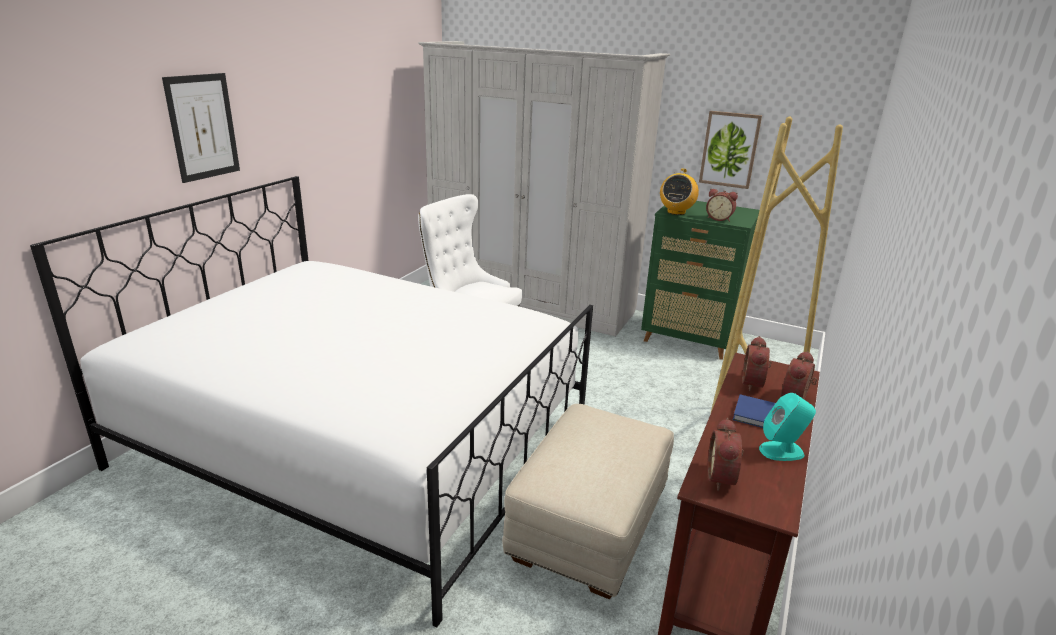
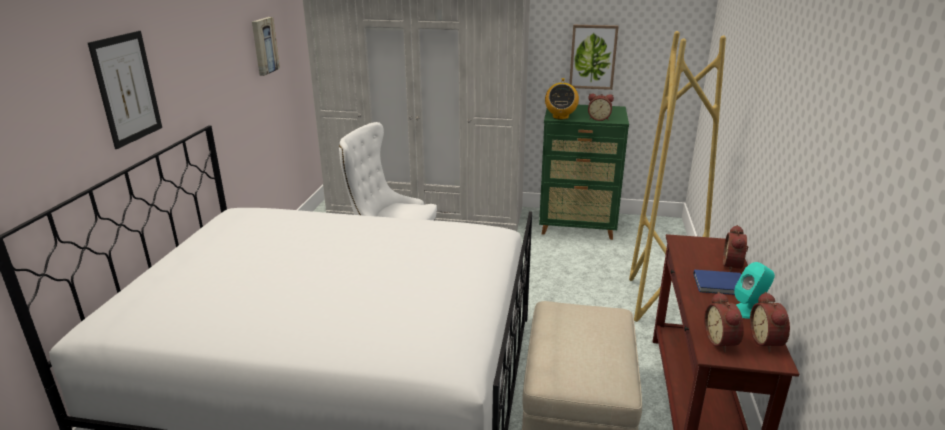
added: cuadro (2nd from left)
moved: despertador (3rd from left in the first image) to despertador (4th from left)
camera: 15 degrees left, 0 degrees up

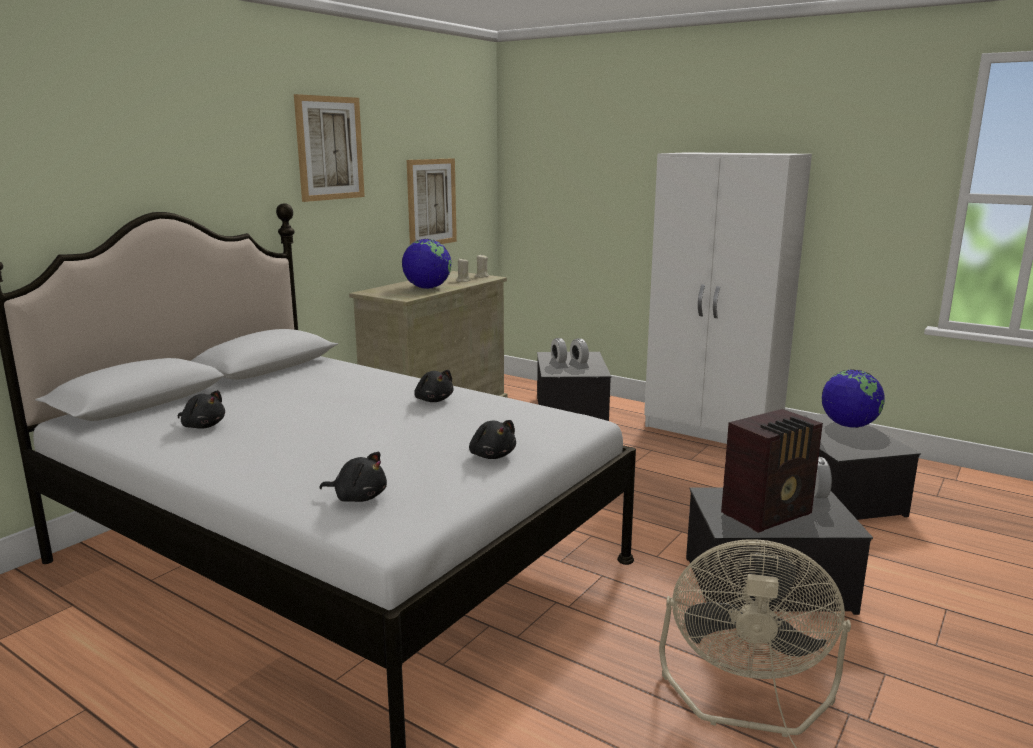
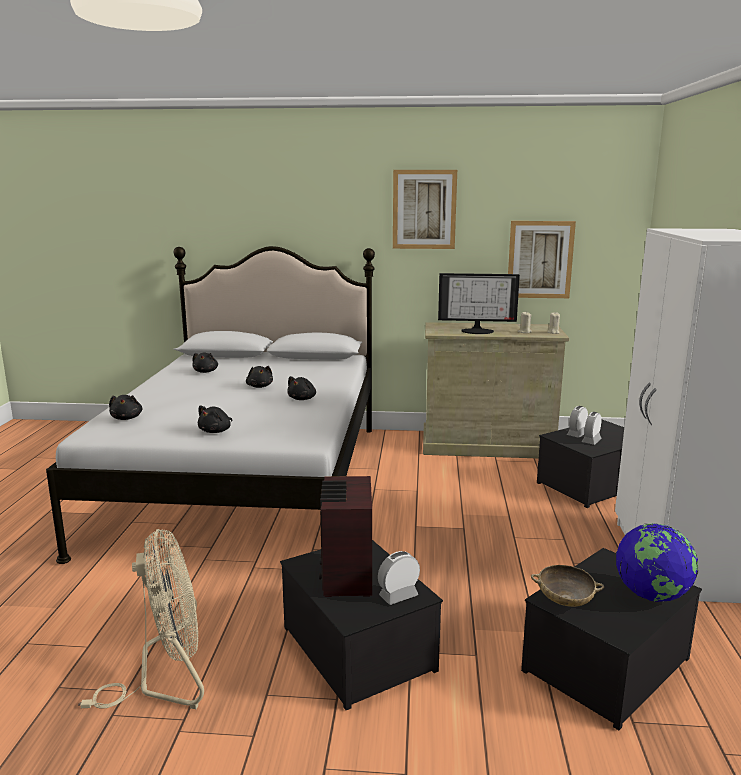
added: peluche (negro) (4th from left); cuenco (beis)
replaced: globo terráqueo (1st from left) to monitor
turned: radio 60 degrees clockwise
camera: 60 degrees right, 0 degrees up

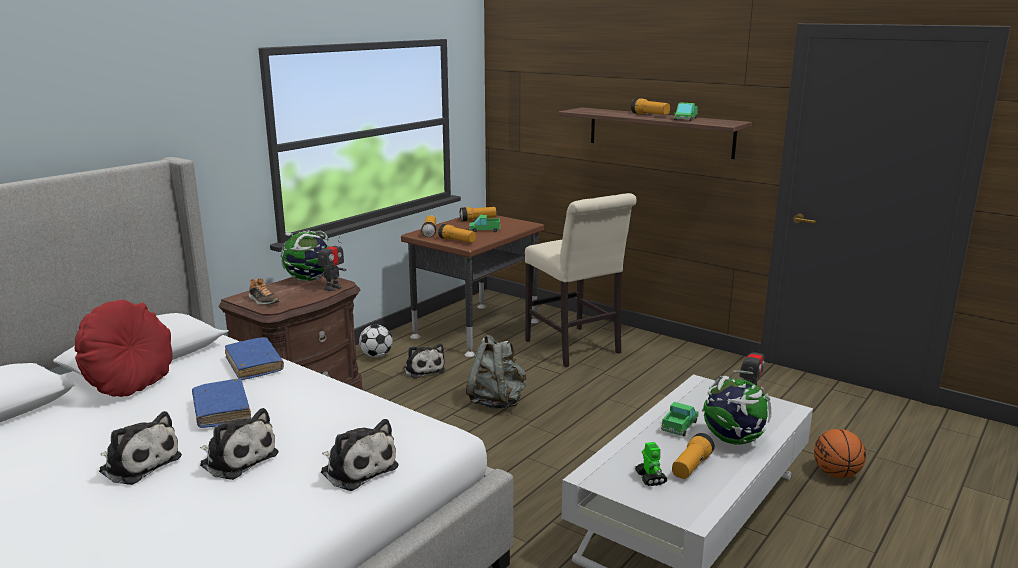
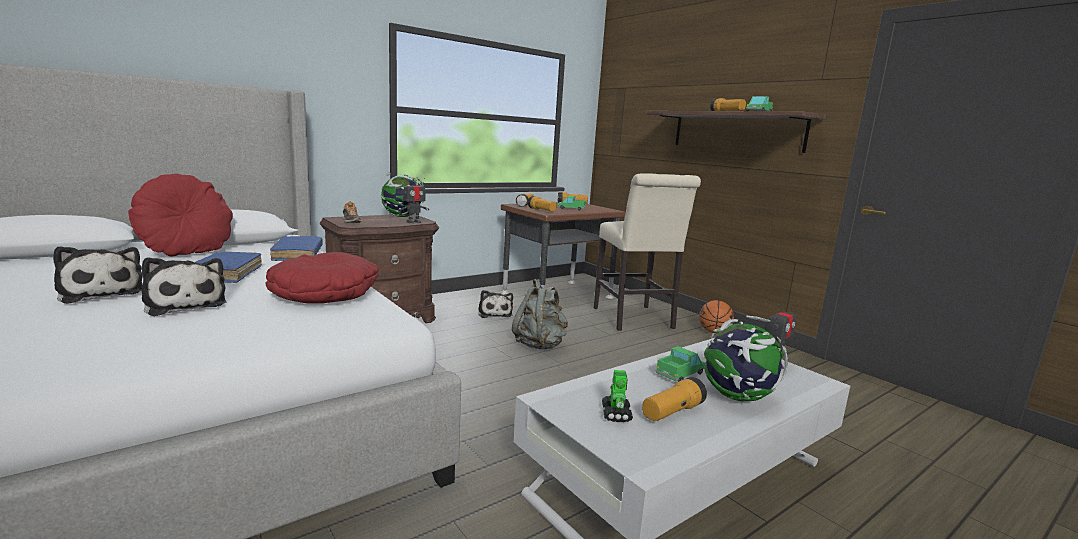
removed: peluche (3rd from left); balón de fútbol
added: cojín (rojo) (2nd from left)
moved: balón de baloncesto
camera: 15 degrees right, 5 degrees down

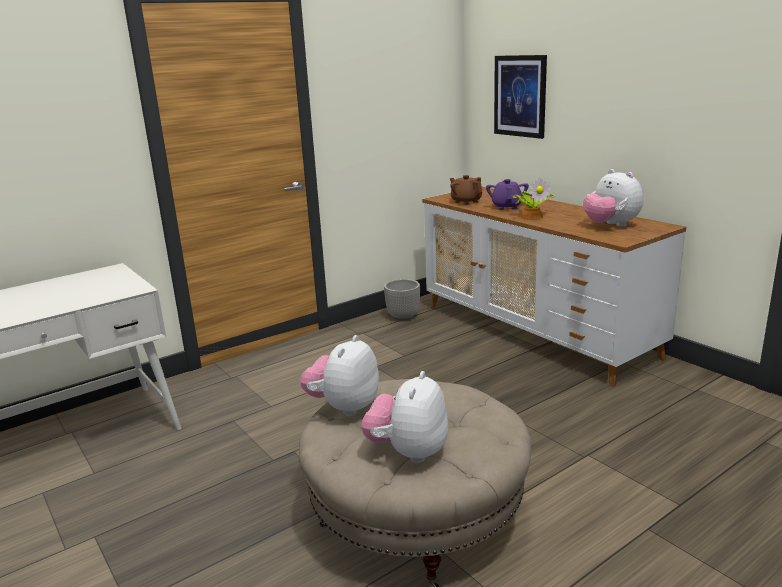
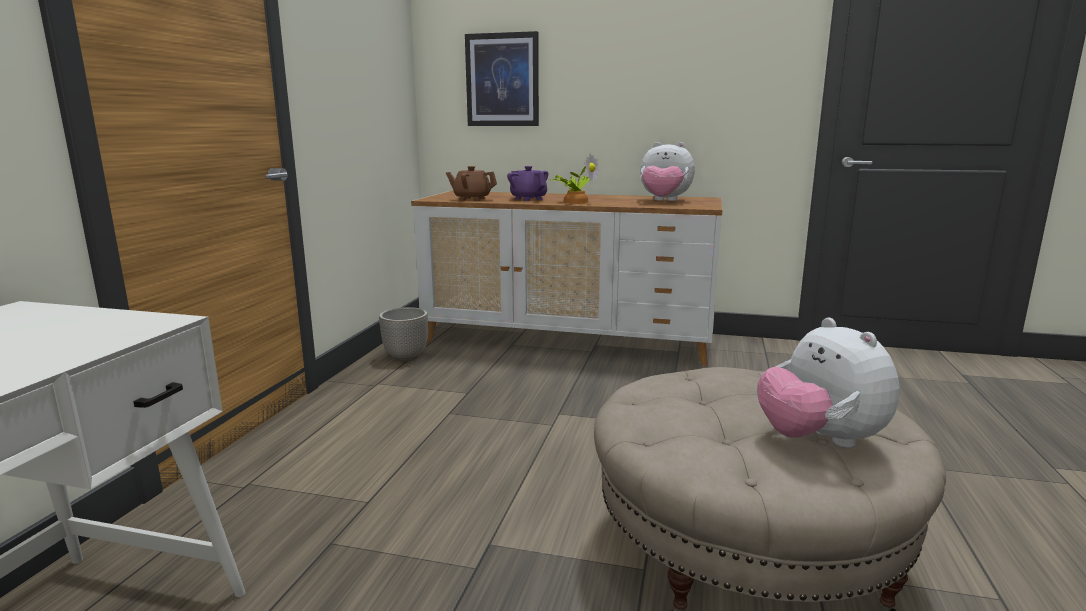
removed: peluche (1st from left)
camera: 40 degrees left, 5 degrees down

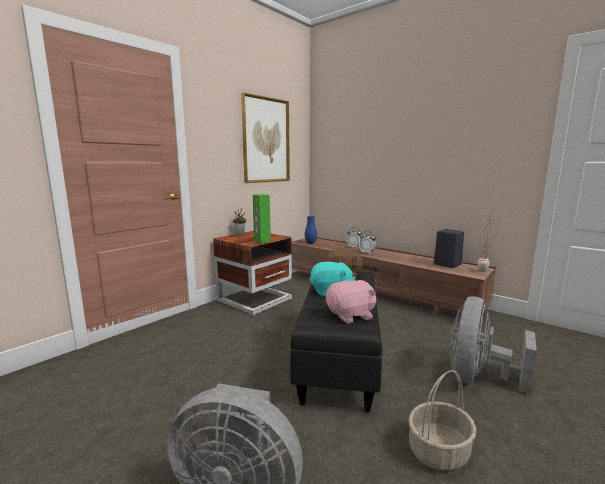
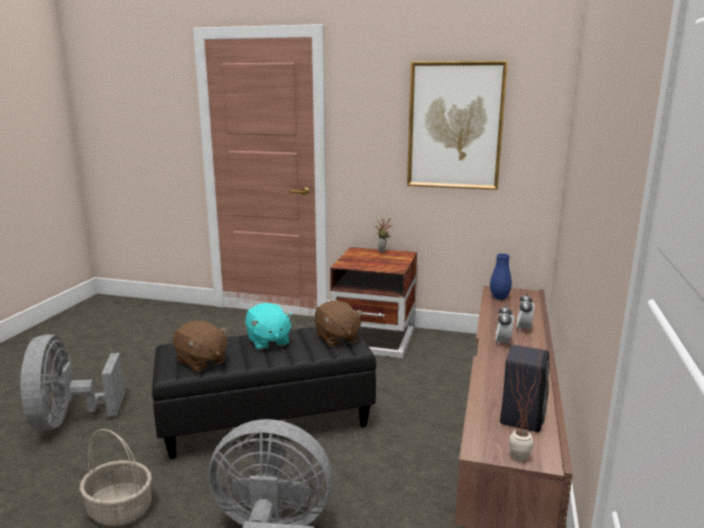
removed: altavoz (verde)
recoloured: peluche (rosa) to peluche (marrón) (1st from left)
camera: 65 degrees right, 5 degrees up

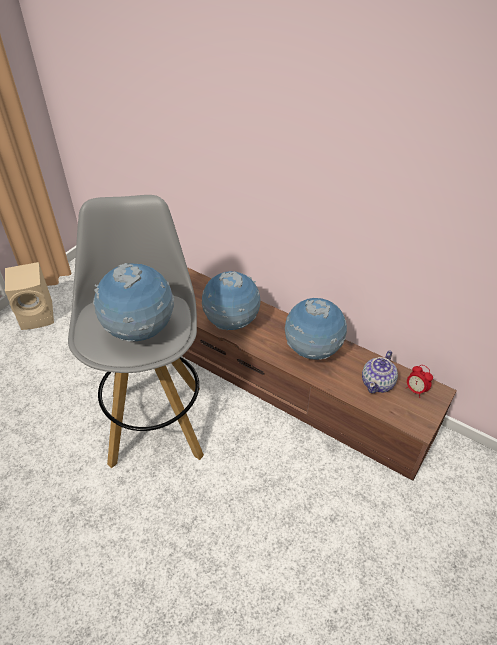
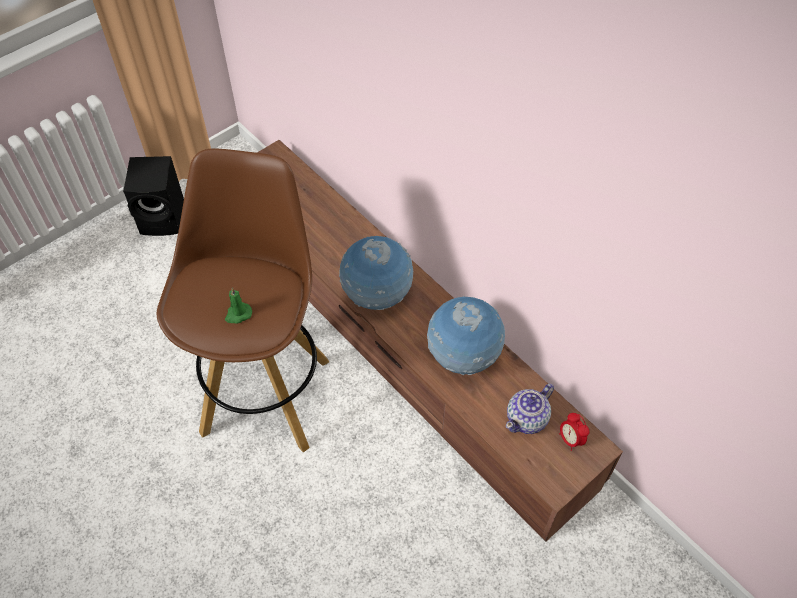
replaced: globo terráqueo (1st from left) to vela (verde)
recoloured: altavoz (beis) to altavoz (negro); taburete (gris) to taburete (marrón)
camera: 15 degrees right, 10 degrees up

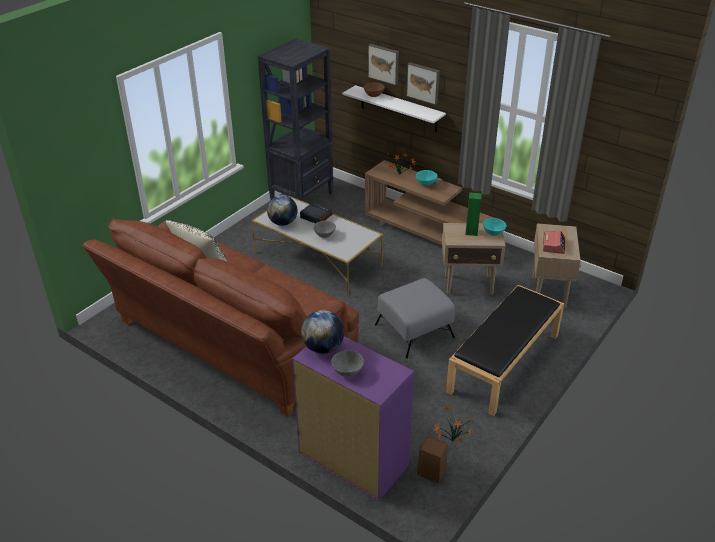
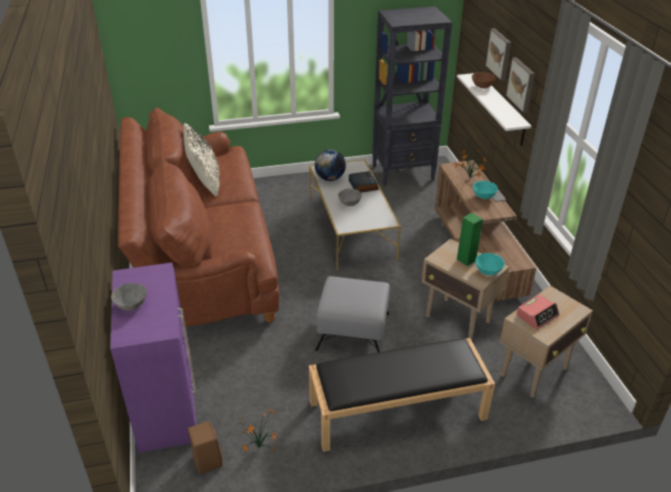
removed: globo terráqueo (2nd from left)
camera: 40 degrees right, 0 degrees up

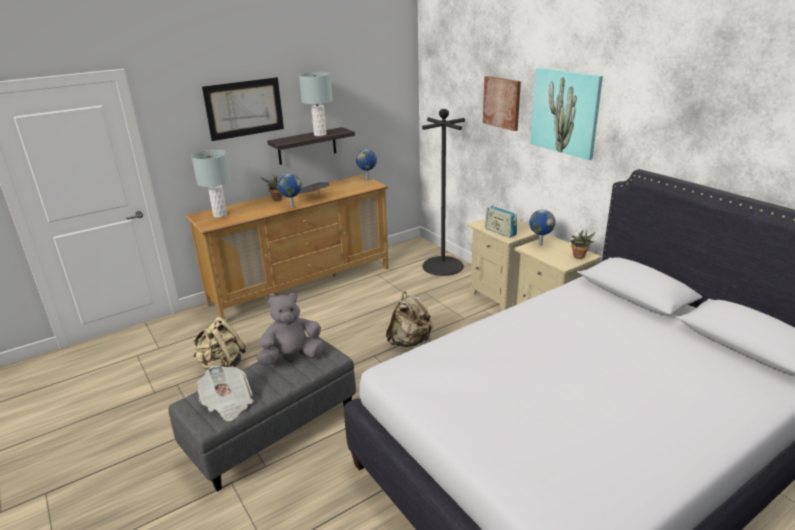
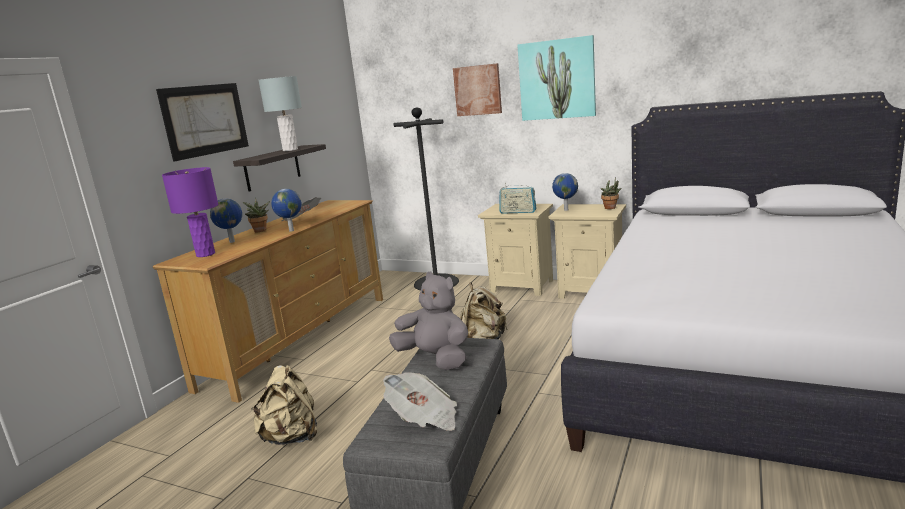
moved: globo terráqueo (2nd from left in the first image) to globo terráqueo (1st from left)
recoloured: lámpara de mesa (gris) (1st from left) to lámpara de mesa (morado)
turned: peluche (gris) 90 degrees clockwise
camera: 30 degrees left, 10 degrees down

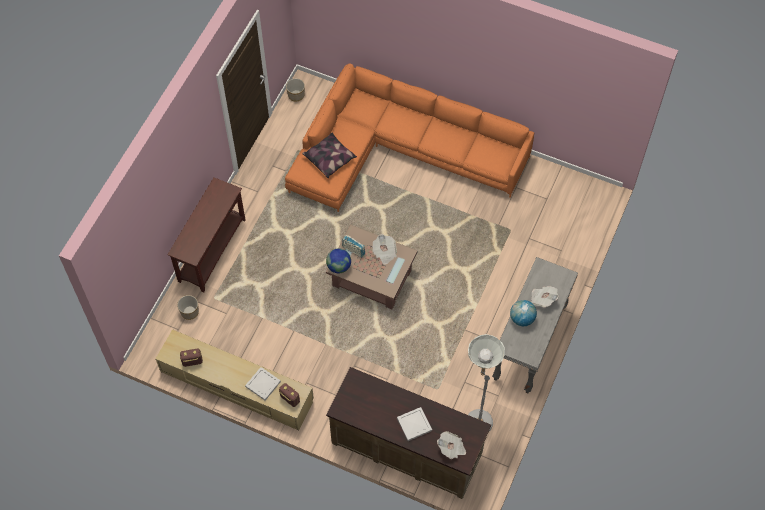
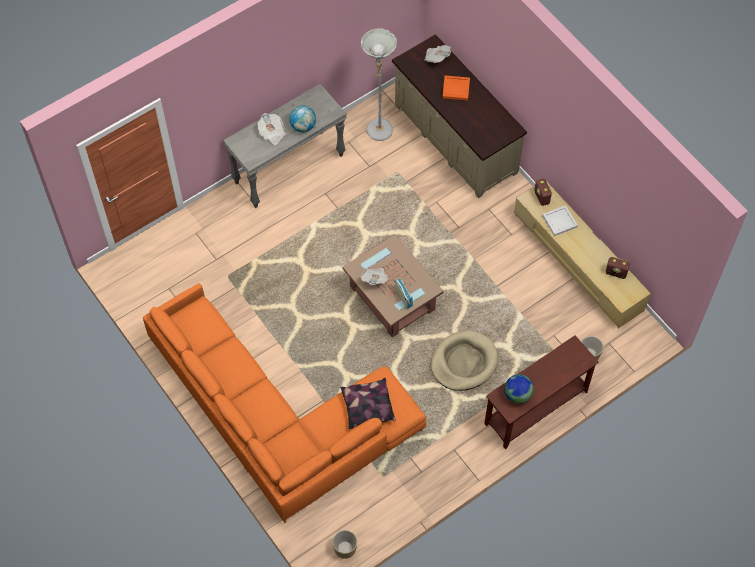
added: cama para perro (beis)
moved: globo terráqueo (1st from left in the first image) to globo terráqueo (2nd from left)
recoloured: bandeja (blanco) (2nd from left) to bandeja (naranja)
camera: 150 degrees left, 0 degrees up

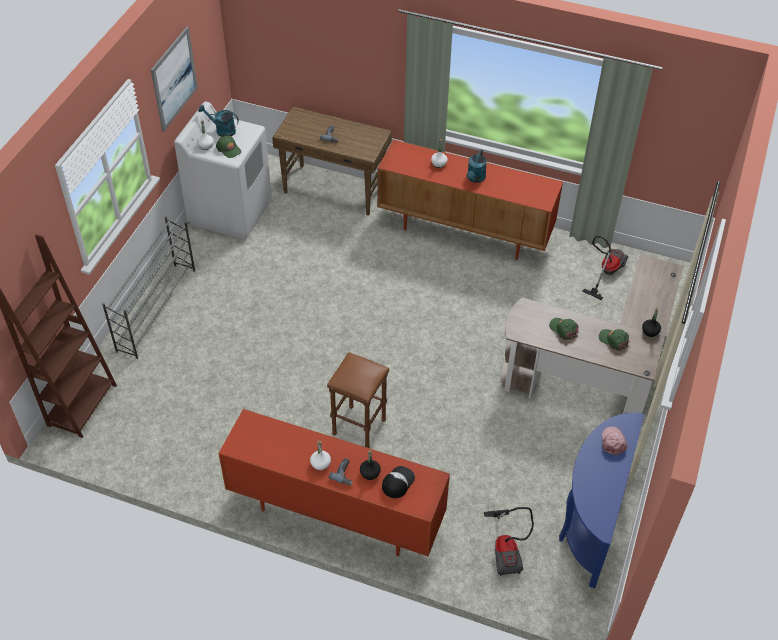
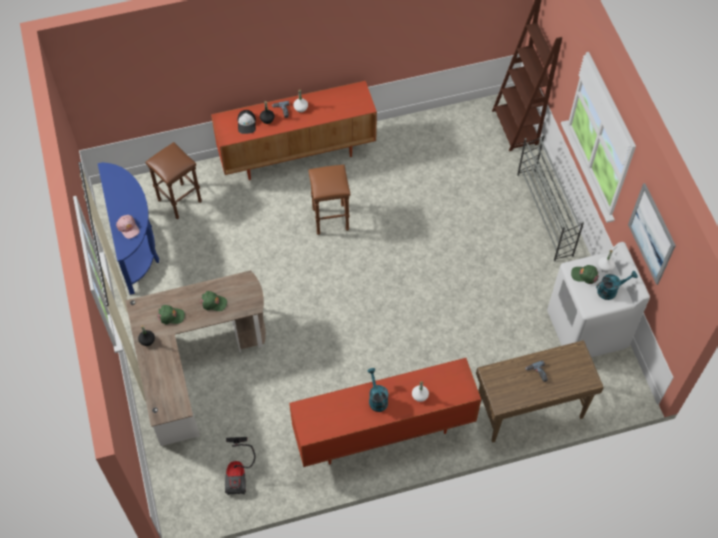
replaced: aspiradora (1st from left) to taburete (marrón) (1st from left)
camera: 145 degrees right, 10 degrees up

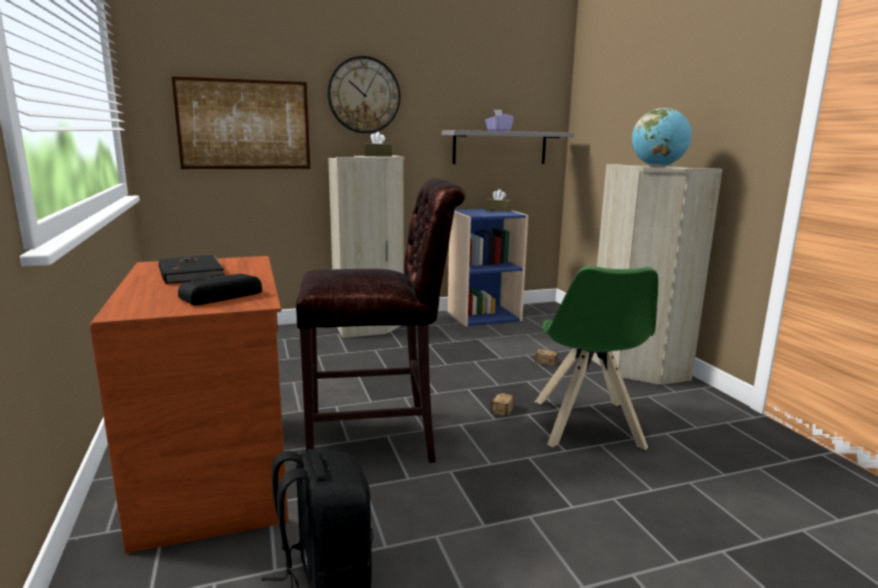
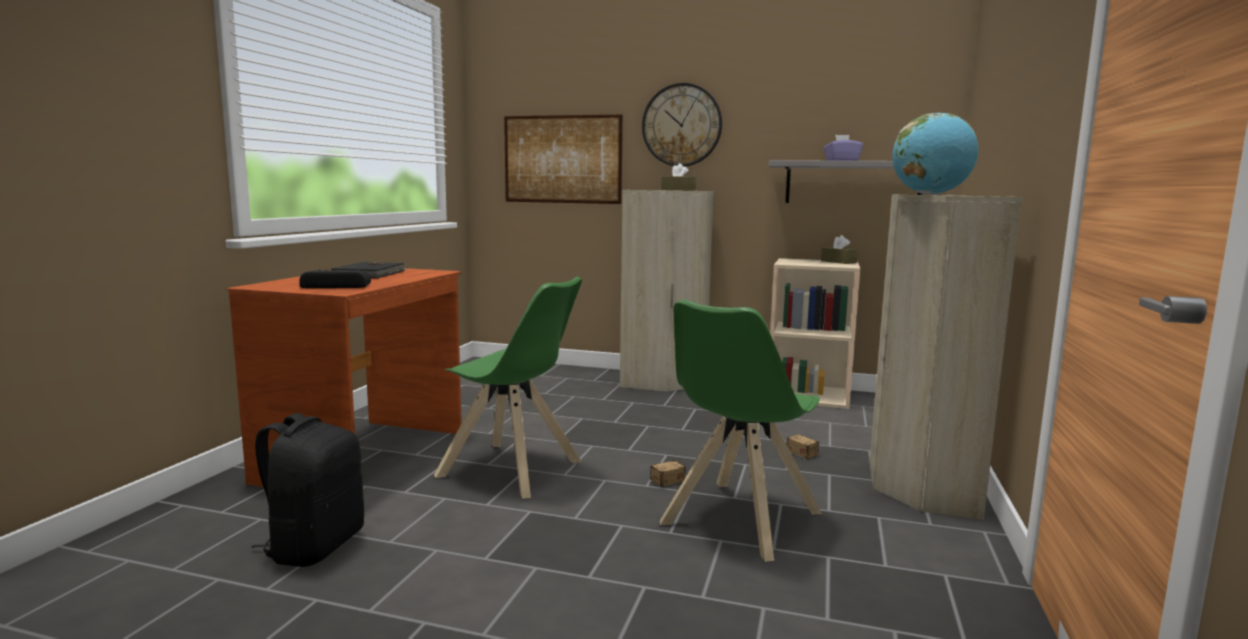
replaced: taburete (marrón) to silla (verde) (1st from left)
recoloured: estantería (azul) to estantería (beis)
camera: 35 degrees right, 5 degrees down

